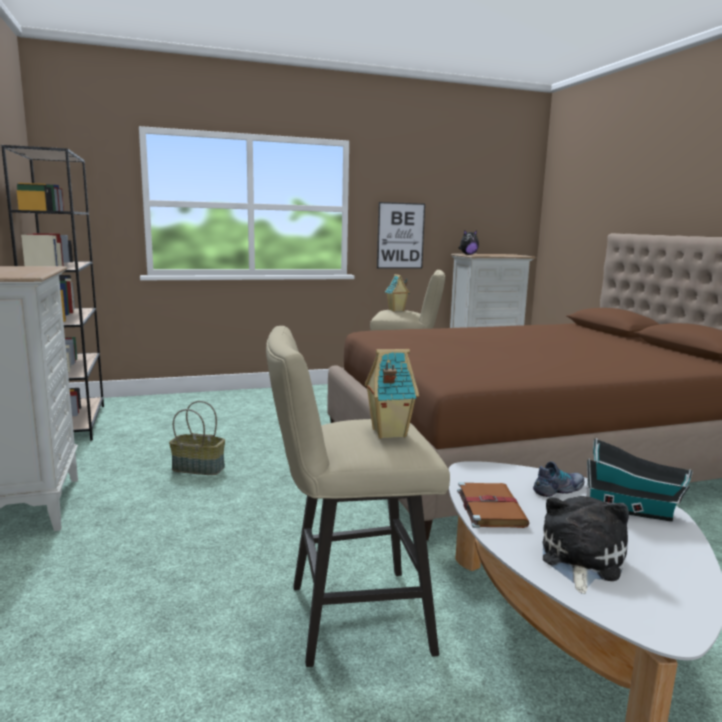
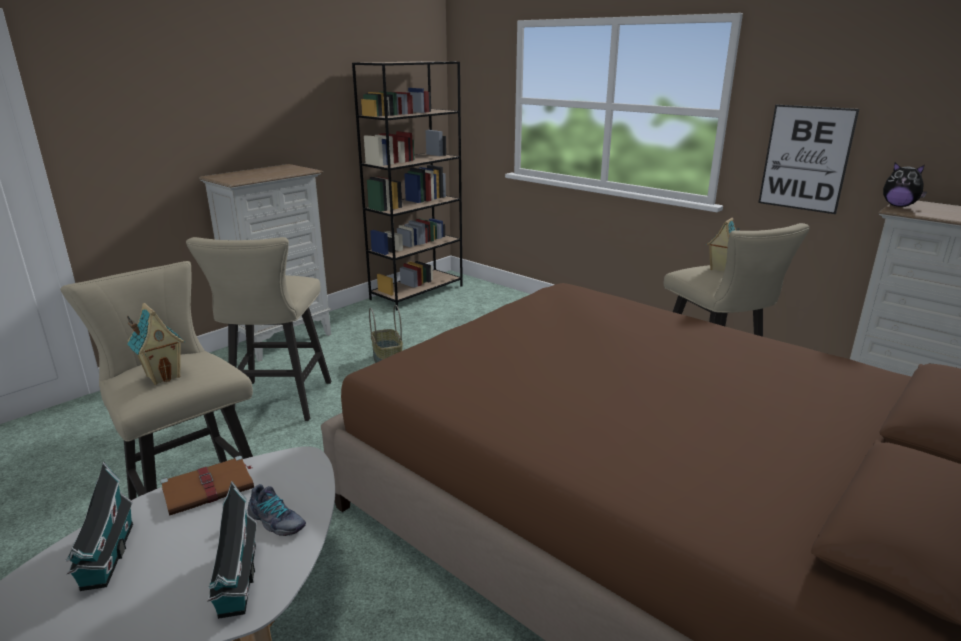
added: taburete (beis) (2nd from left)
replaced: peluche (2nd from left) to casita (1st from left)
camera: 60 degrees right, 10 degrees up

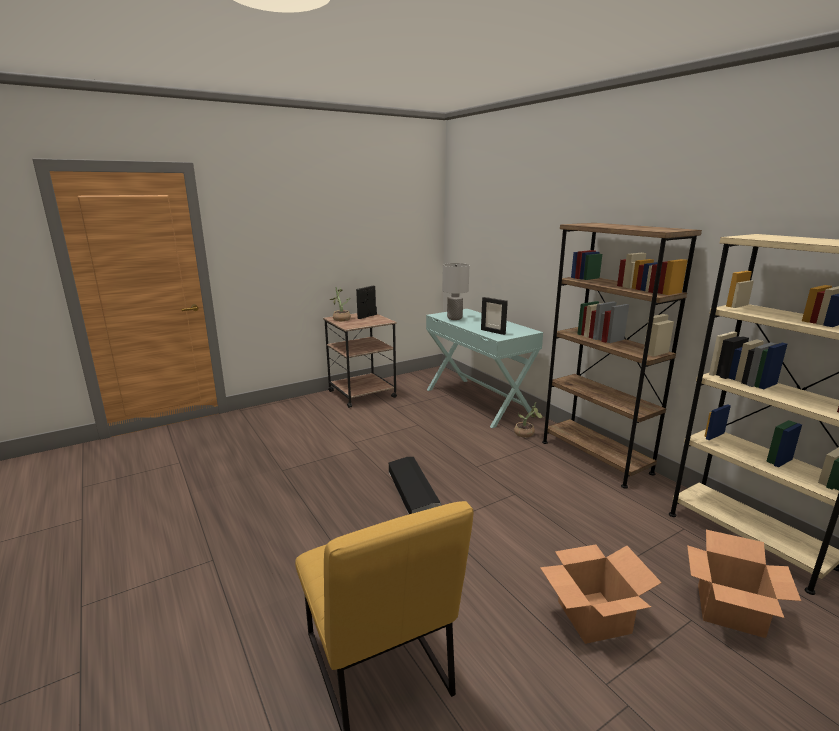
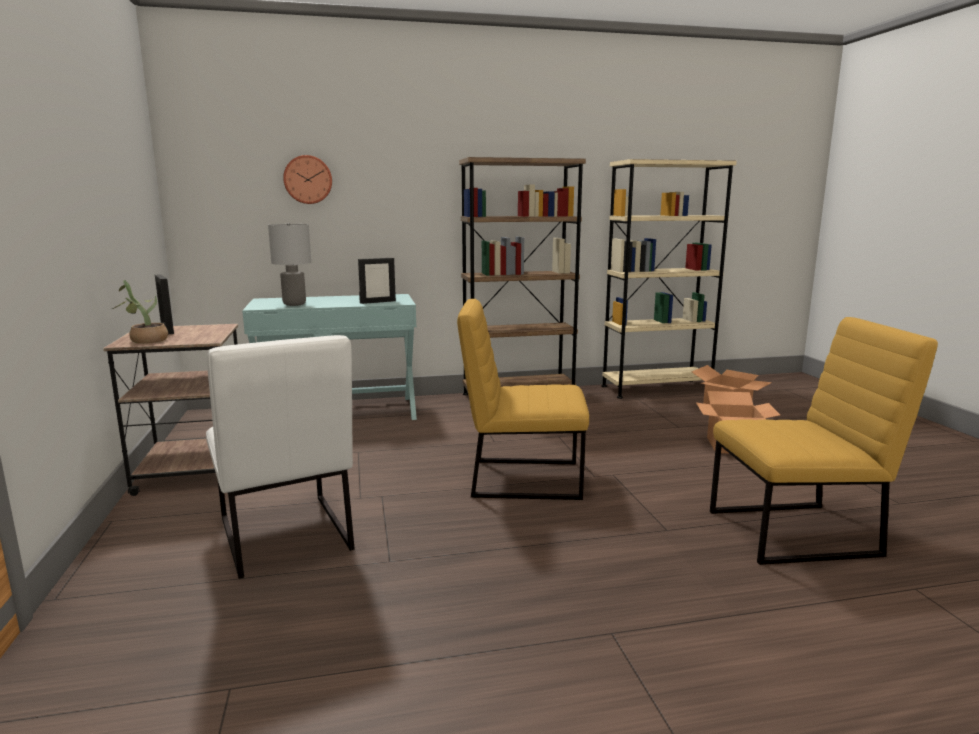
removed: planta en maceta (2nd from left)
added: silla (blanco); reloj de pared
replaced: caja de almacenaje (negro) to silla (amarillo) (1st from left)
camera: 70 degrees left, 5 degrees down

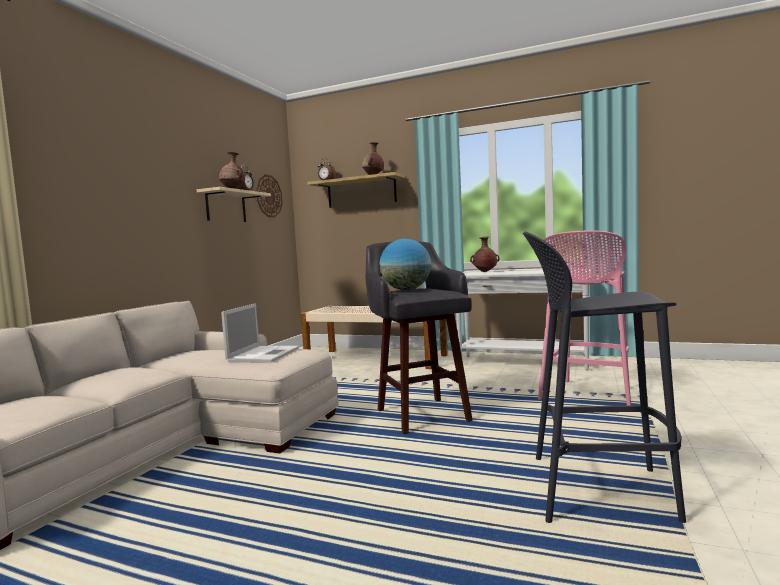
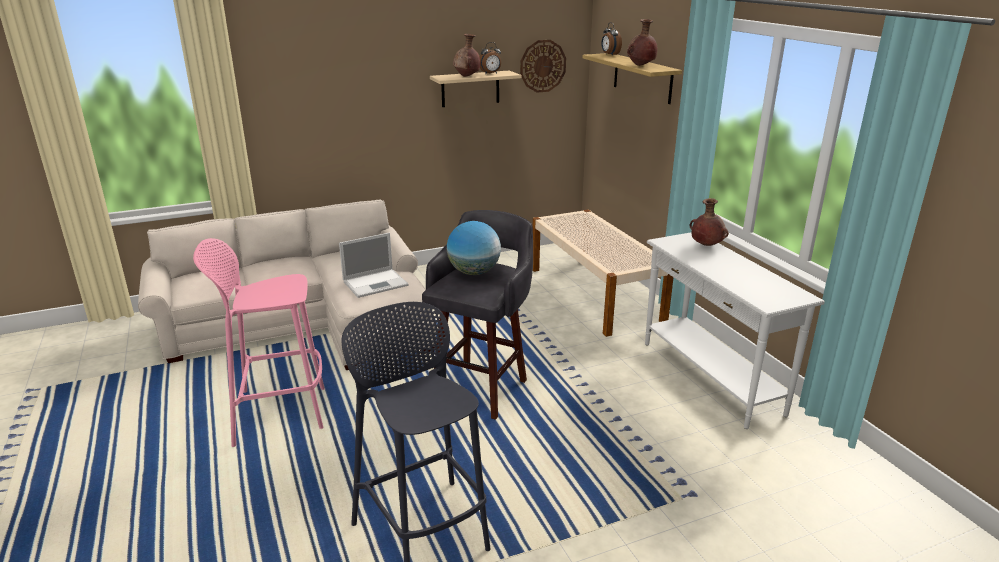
moved: taburete (rosa)
camera: 45 degrees right, 20 degrees up

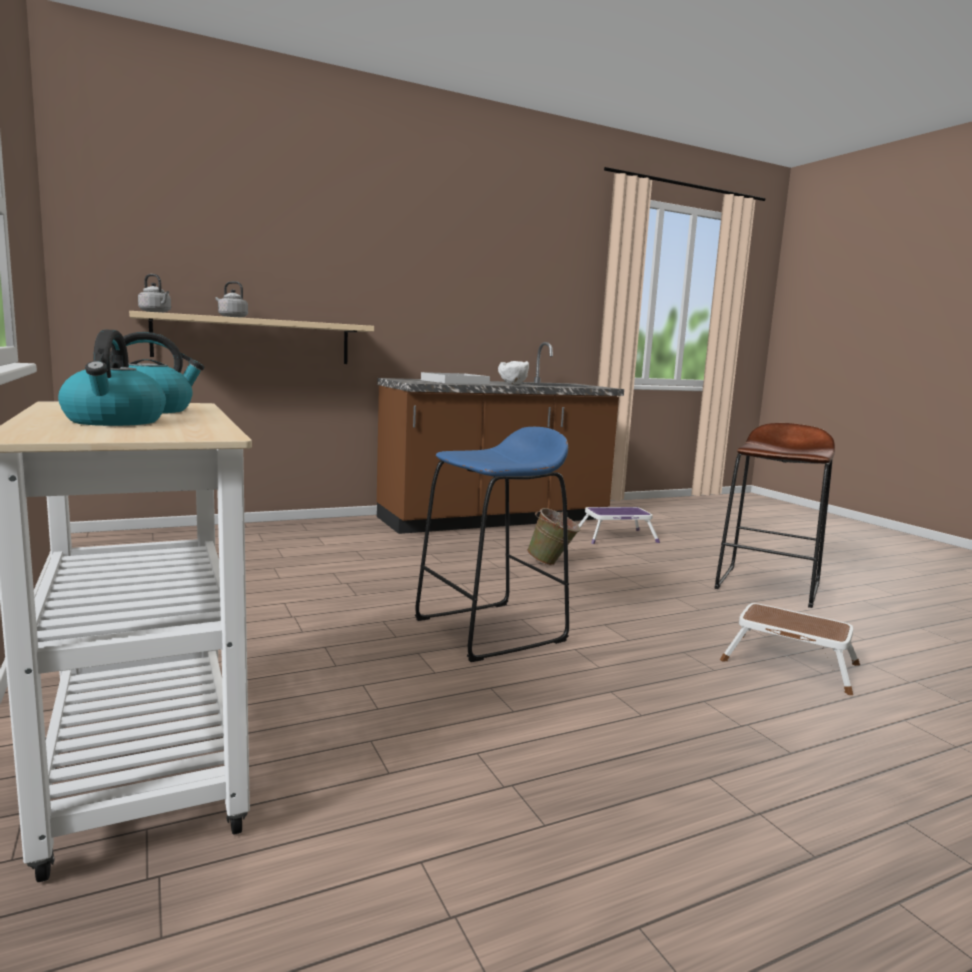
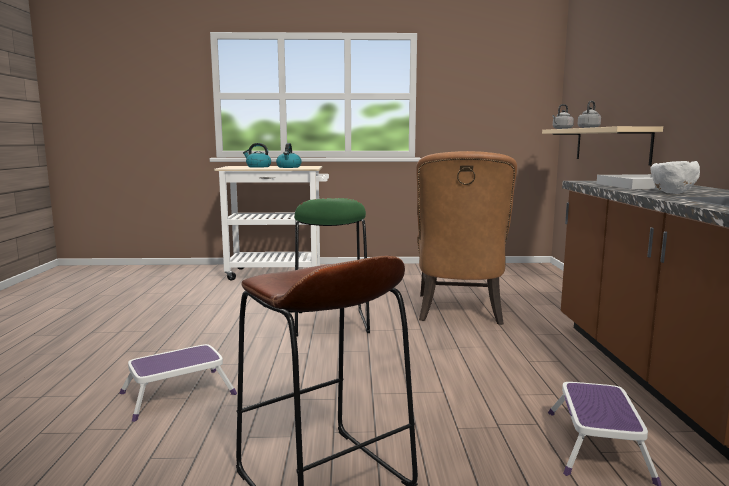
removed: cubo (verde)
added: silla (marrón)
recoloured: escalera de tijera (marrón) to escalera de tijera (morado) (1st from left); taburete (azul) to taburete (verde)
camera: 115 degrees right, 0 degrees up

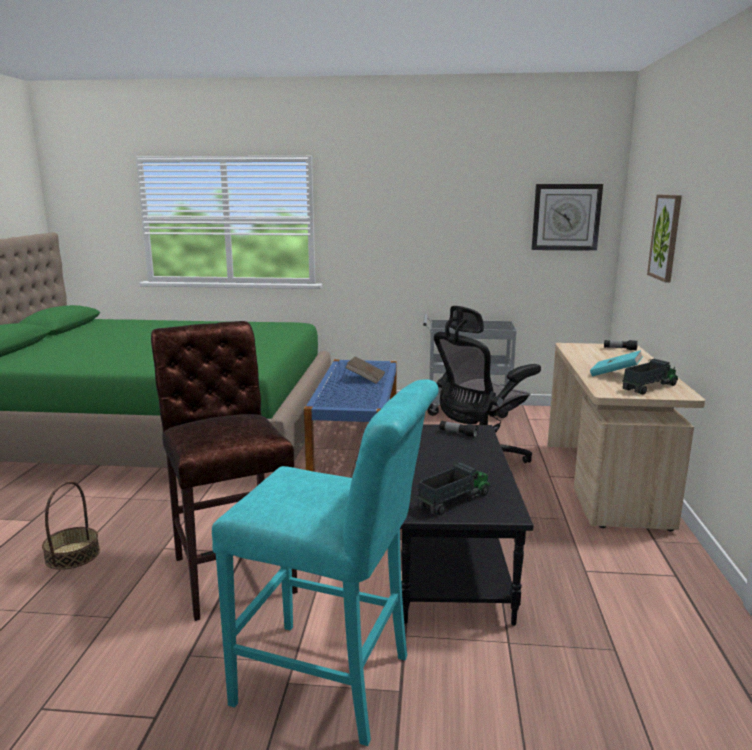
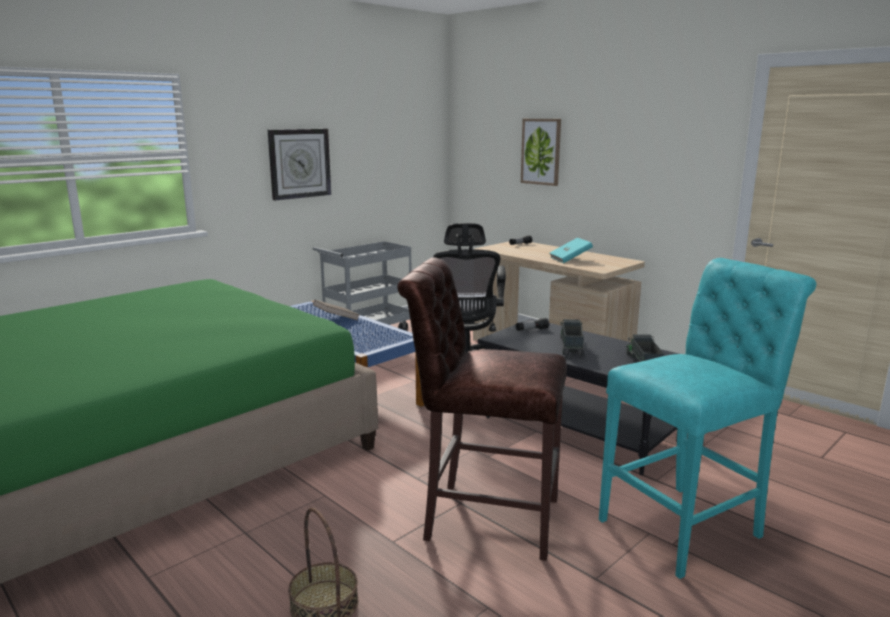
moved: reloj de pared; camión de juguete (2nd from left in the first image) to camión de juguete (1st from left)
camera: 50 degrees left, 0 degrees up

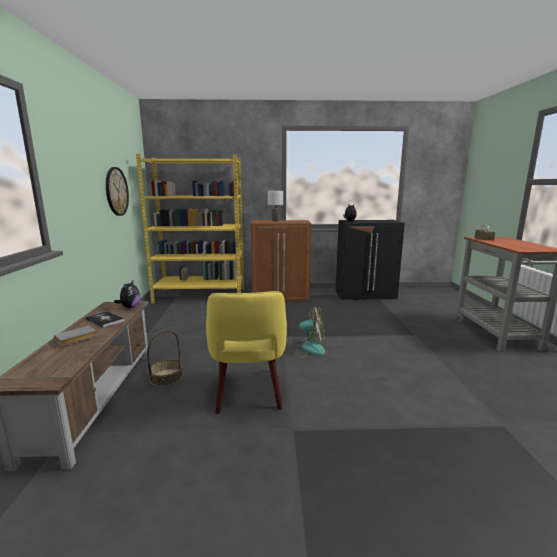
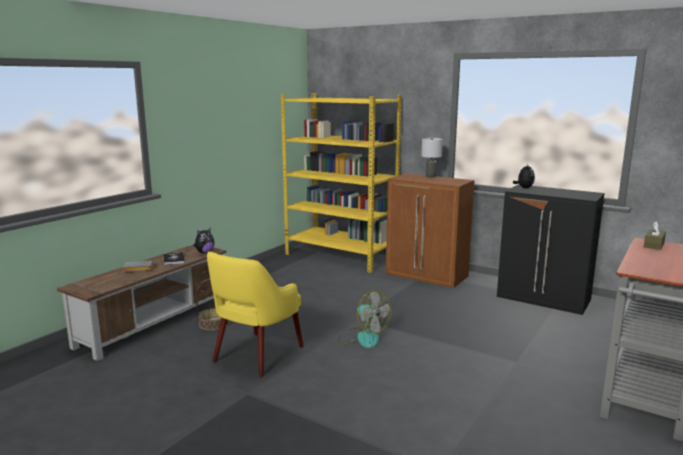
removed: reloj de pared
camera: 35 degrees right, 0 degrees up

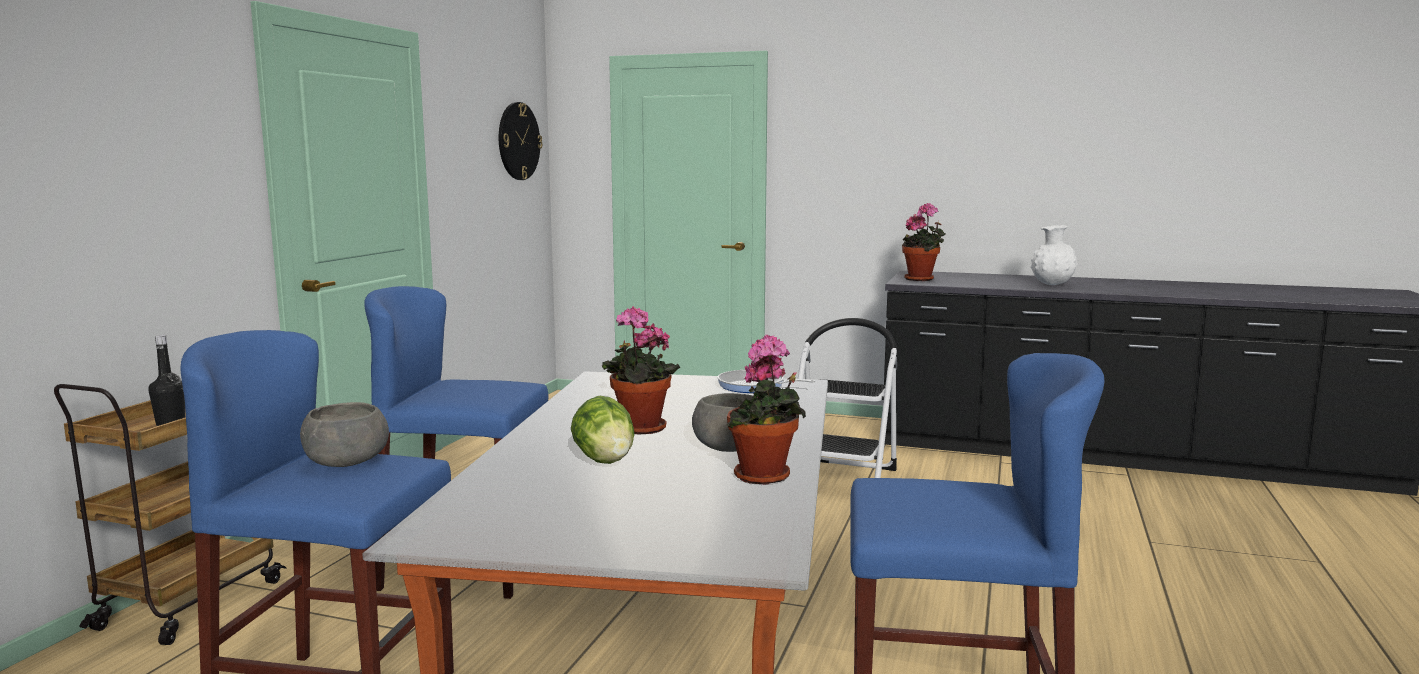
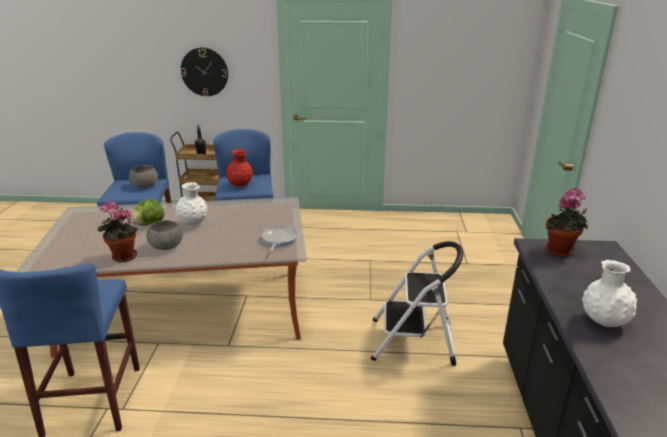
added: florero (rojo)
moved: reloj de pared
replaced: planta en maceta (1st from left) to florero (blanco) (1st from left)
camera: 75 degrees right, 15 degrees up

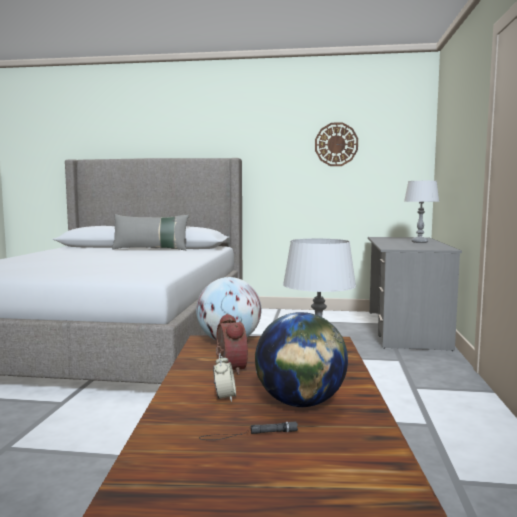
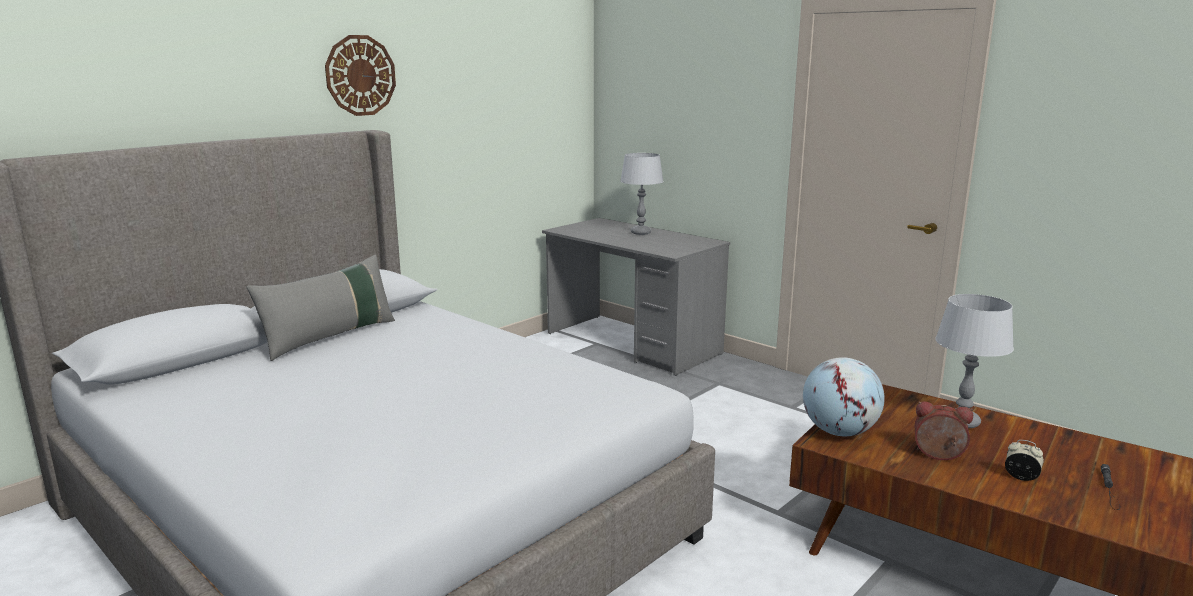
removed: globo terráqueo (2nd from left)
moved: reloj de pared
camera: 55 degrees left, 10 degrees up

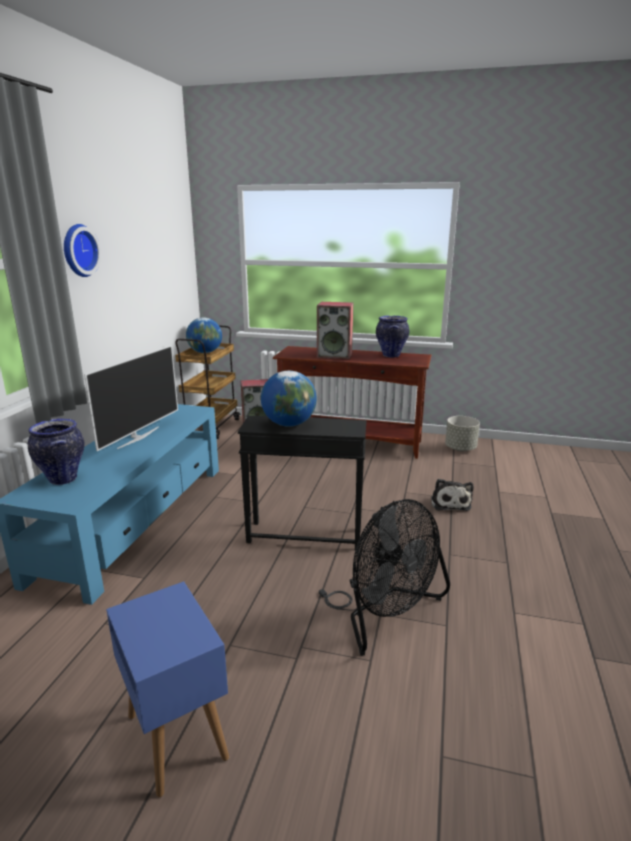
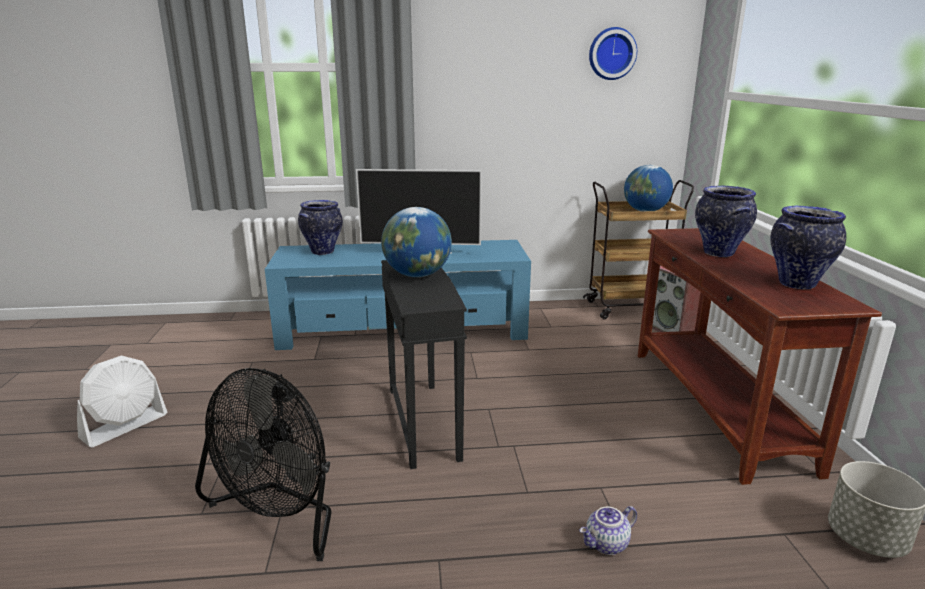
moved: reloj de pared
replaced: mesa auxiliar (azul) to ventilador (blanco); peluche to tetera; altavoz (2nd from left) to florero (2nd from left)
camera: 70 degrees right, 0 degrees up

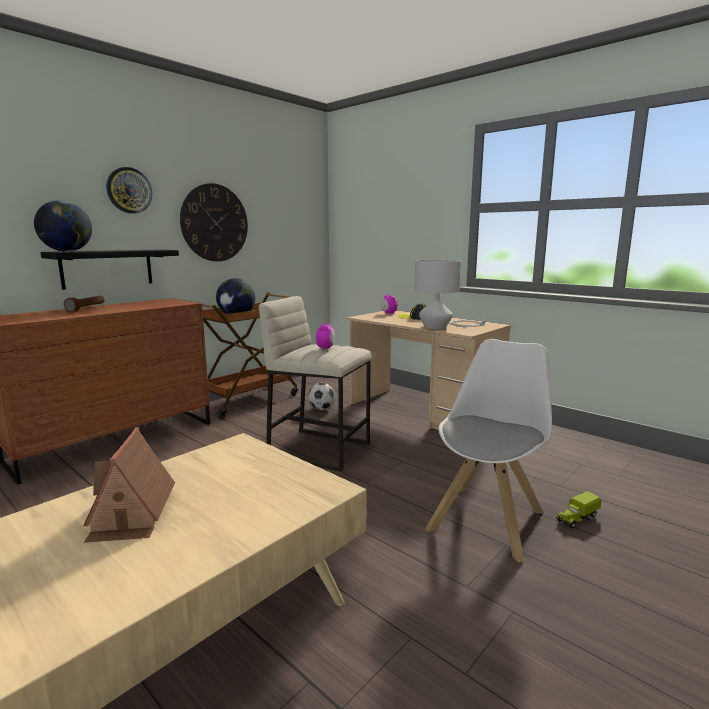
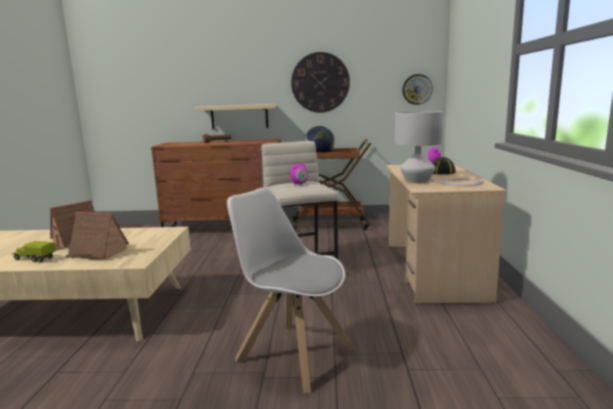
removed: globo terráqueo (1st from left); balón de fútbol
added: casita (2nd from left)
moved: camión de juguete; reloj de pared (1st from left in the first image) to reloj de pared (2nd from left)
recoloured: estante (negro) to estante (beis)
turned: silla 135 degrees counterclockwise
camera: 50 degrees right, 0 degrees up

